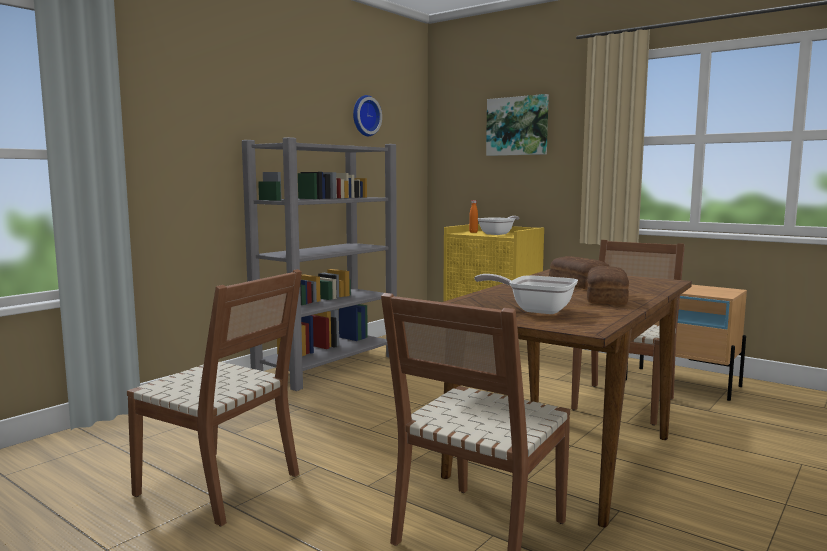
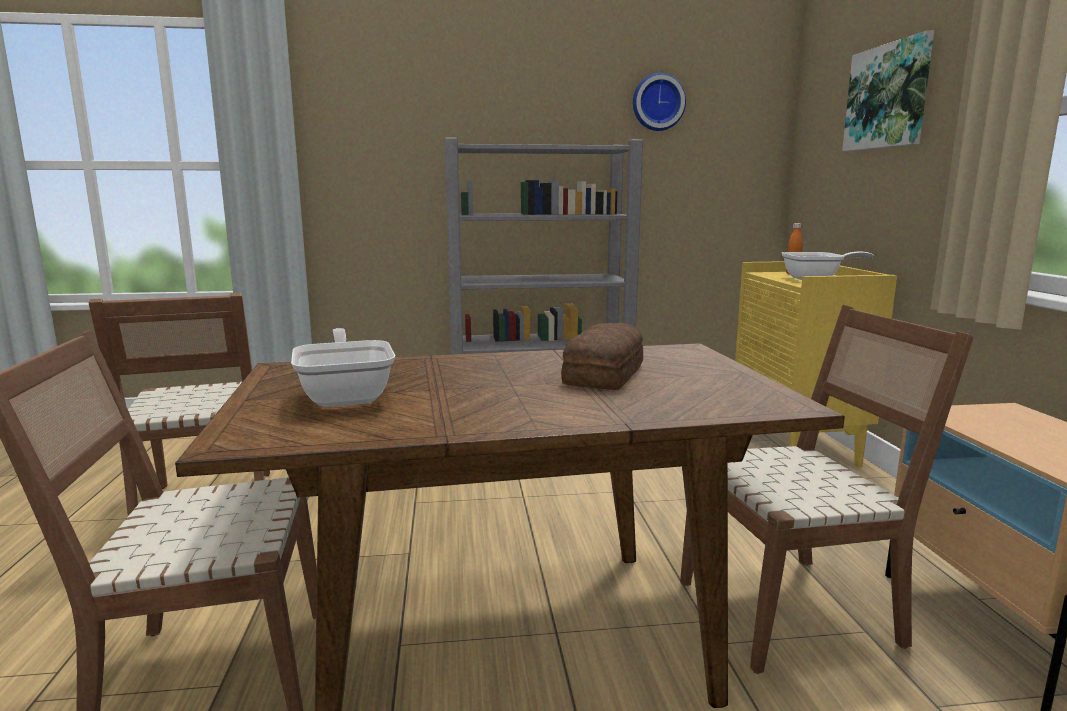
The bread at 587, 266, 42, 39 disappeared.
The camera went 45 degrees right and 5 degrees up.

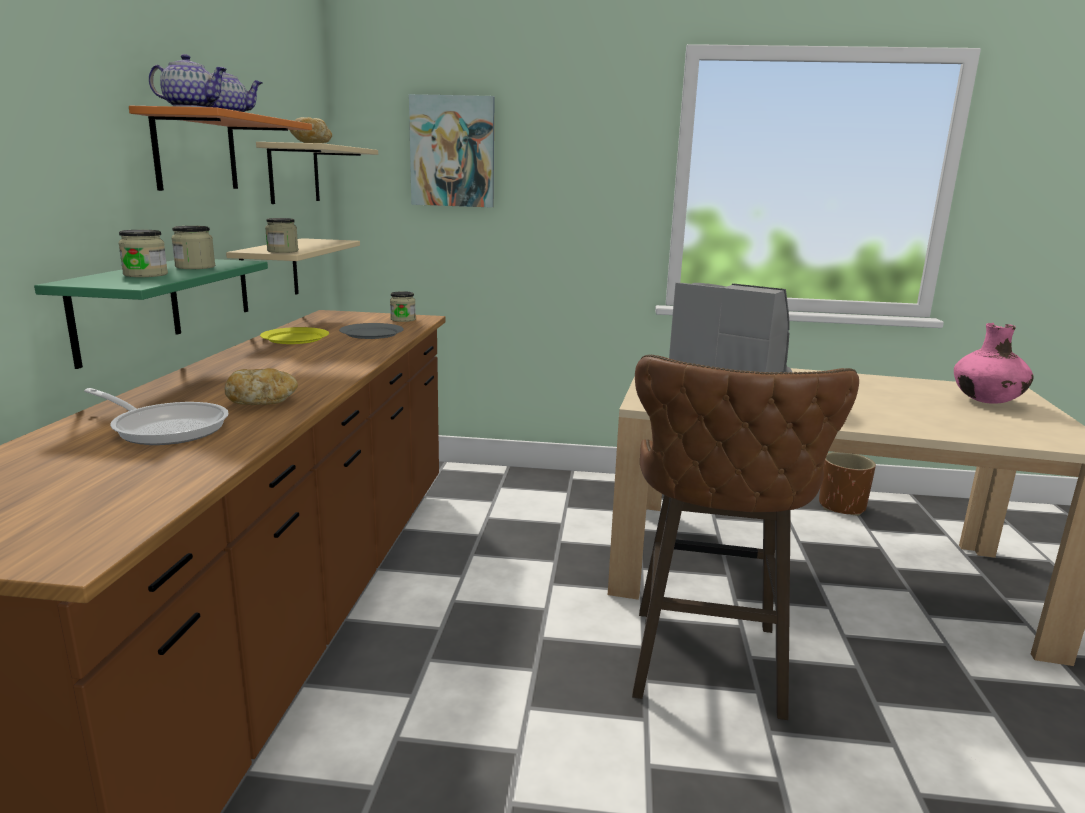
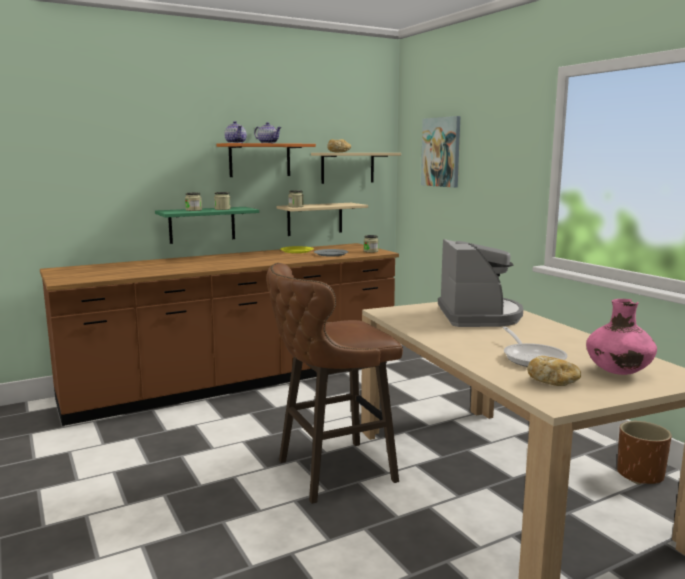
The frying pan moved from 84, 388, 145, 57 to 503, 327, 64, 40.
The bread moved from 225, 368, 73, 37 to 527, 356, 54, 30.
The camera went 55 degrees right and 5 degrees down.

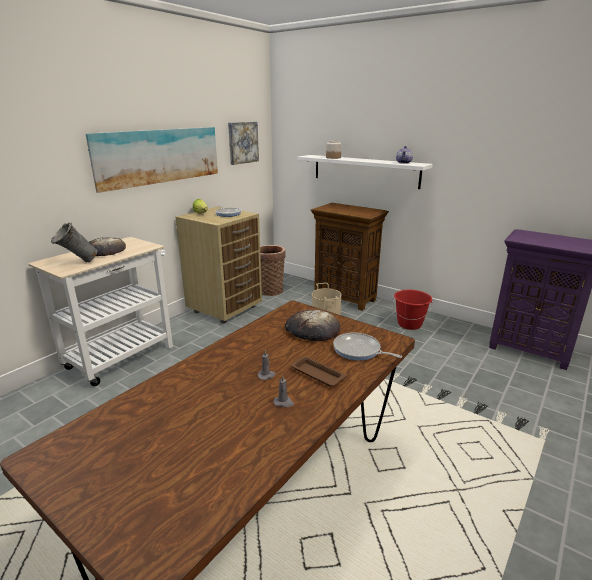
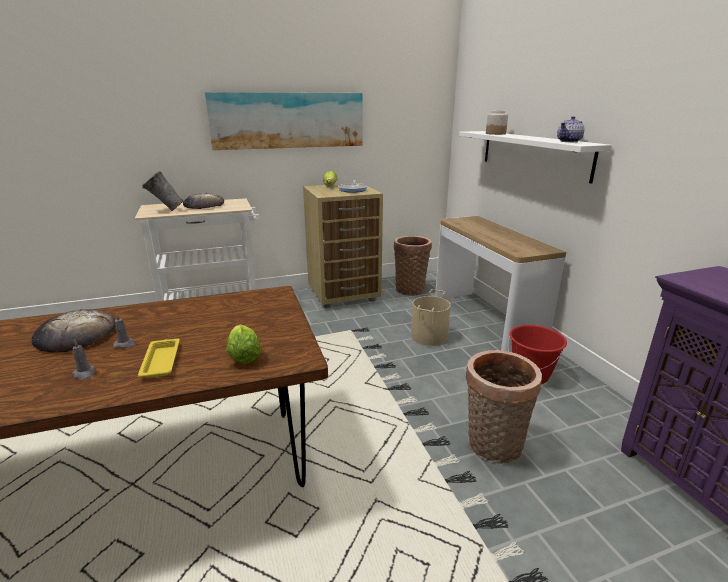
The bread moved from 285, 309, 55, 32 to 31, 309, 85, 44.
The brown tray at 291, 356, 56, 31 became the yellow tray at 138, 339, 42, 39.
The frying pan at 333, 333, 69, 28 was replaced by the lettuce at 226, 325, 35, 39.
The brown cabinet at 311, 203, 78, 108 was replaced by the console table at 435, 216, 131, 136.
The basket at 466, 350, 76, 114 appeared.
The picture at 228, 122, 31, 43 disappeared.
The camera went 35 degrees right and 0 degrees up.

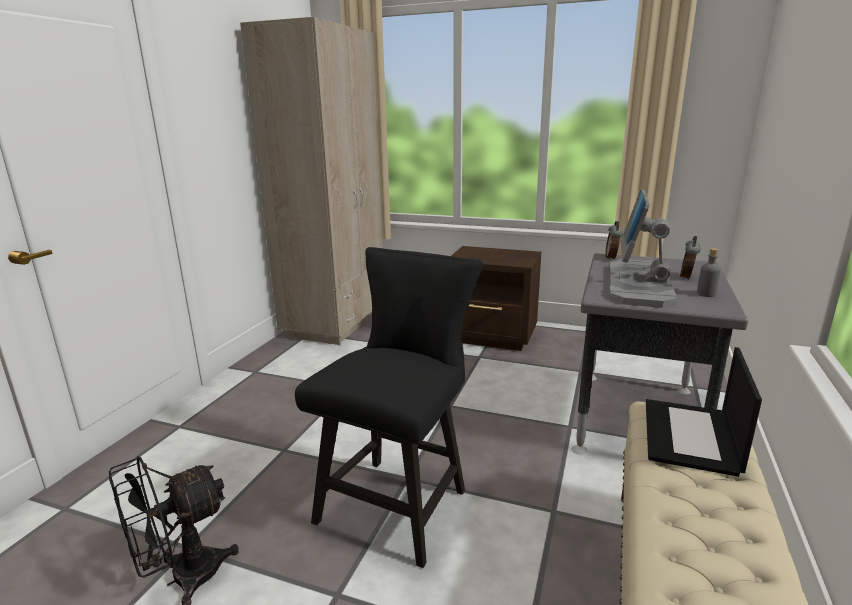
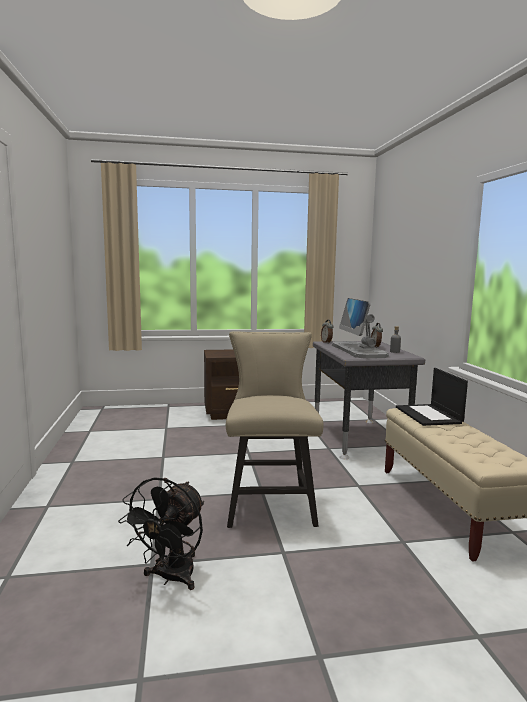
The black chair at 295, 247, 188, 321 became the beige chair at 226, 331, 98, 197.
The beige wardrobe at 240, 17, 143, 328 disappeared.
The camera went 30 degrees left and 10 degrees down.

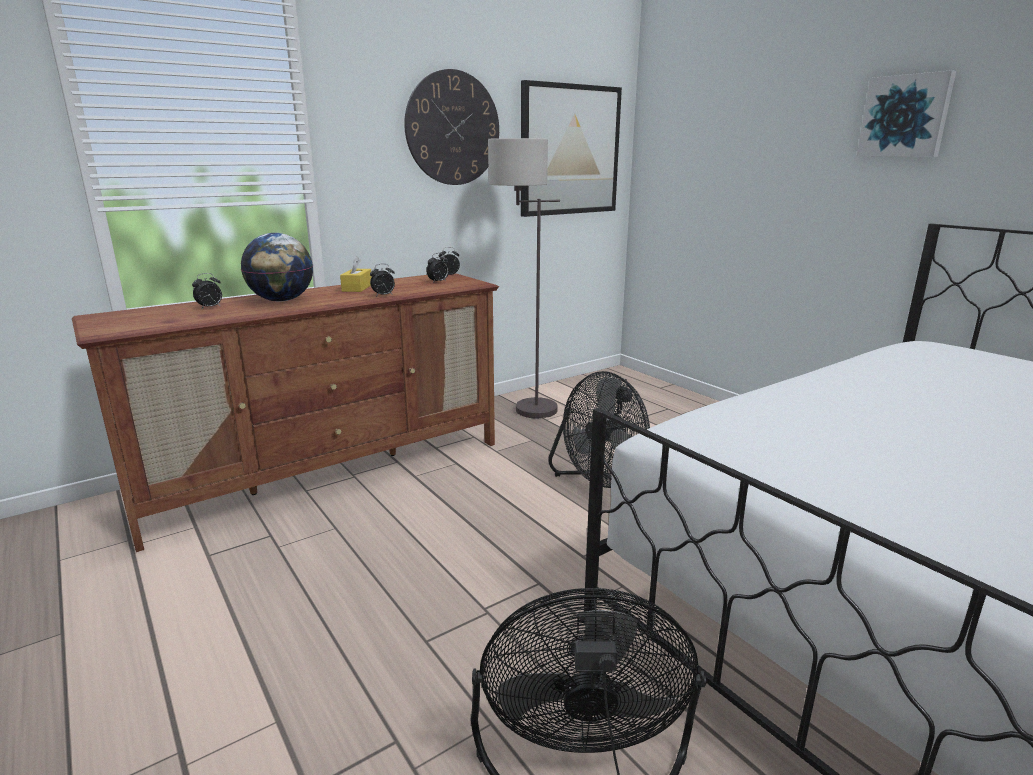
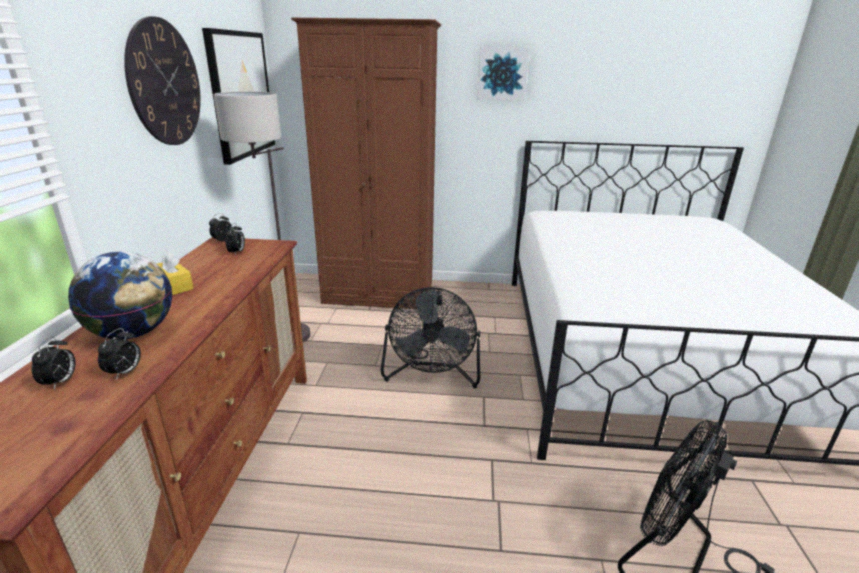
The alarm clock moved from 370, 264, 25, 33 to 98, 328, 43, 52.
The brown wardrobe at 291, 18, 150, 291 appeared.
The camera went 50 degrees left and 5 degrees up.

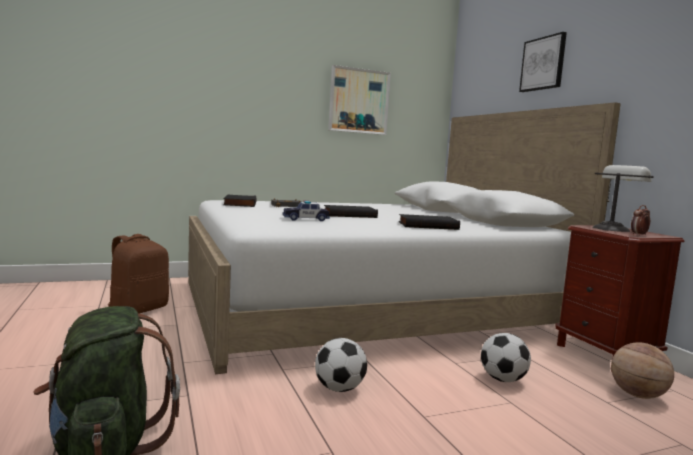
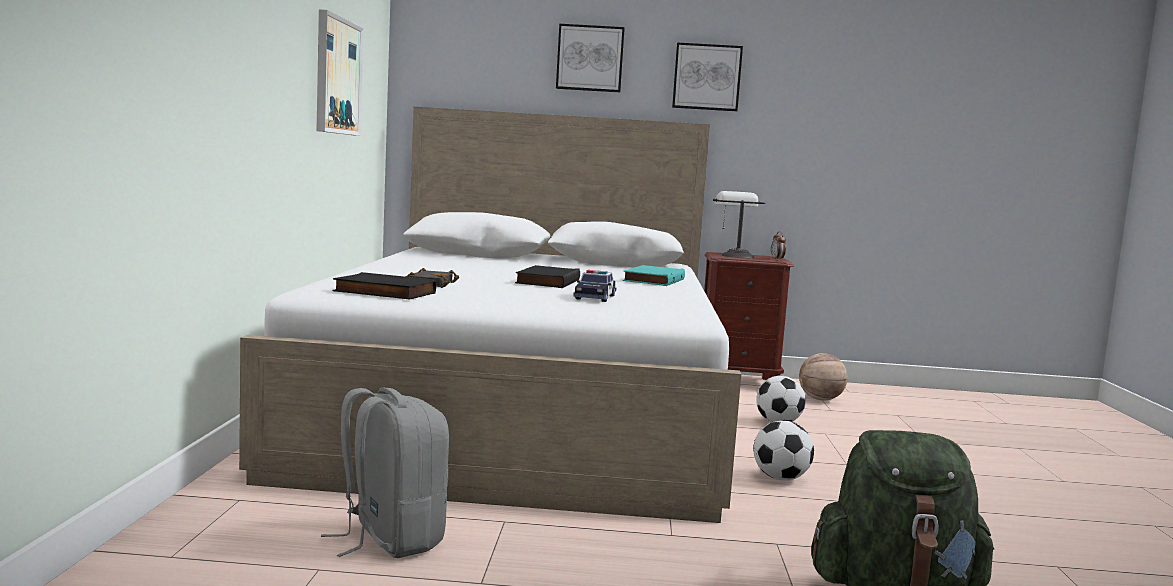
The brown backpack at 108, 234, 61, 80 became the grey backpack at 321, 387, 128, 171.
The black book at 399, 214, 61, 16 became the turquoise book at 623, 265, 62, 21.
The picture at 672, 42, 71, 69 appeared.
The camera went 65 degrees left and 0 degrees up.

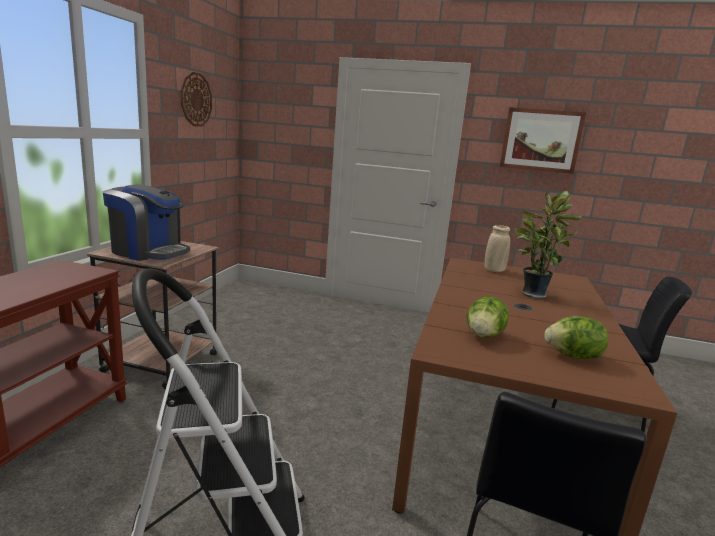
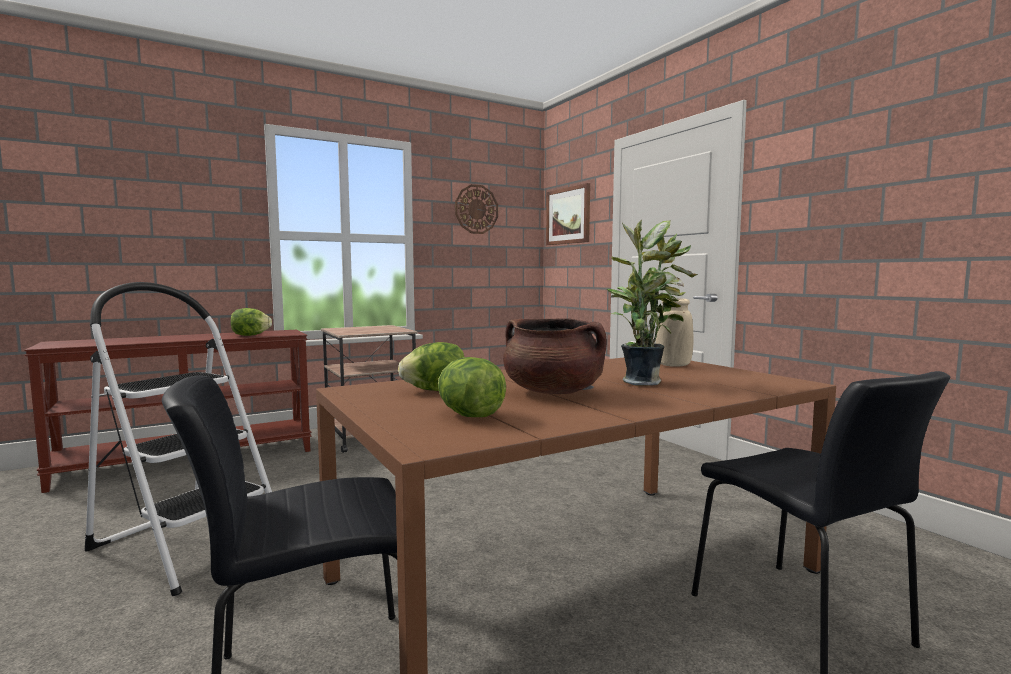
The lettuce at 230, 308, 42, 28 appeared.
The brown cooking pot at 503, 318, 104, 76 appeared.
The picture moved from 500, 107, 86, 67 to 546, 183, 44, 62.
The coffee machine at 103, 184, 87, 77 disappeared.
The camera went 45 degrees right and 10 degrees down.

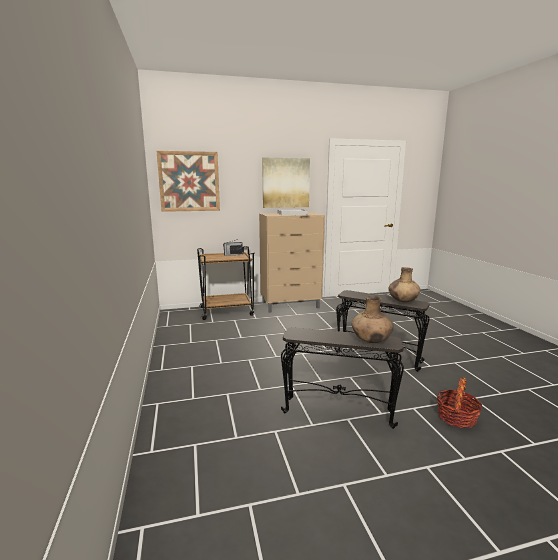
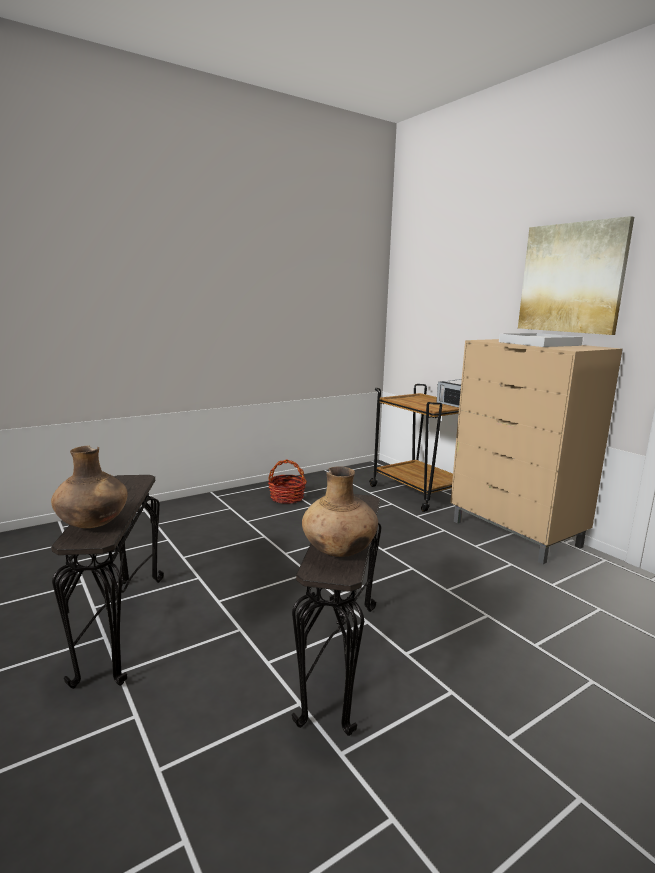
The basket moved from 437, 377, 45, 51 to 268, 459, 39, 45.
The picture at 157, 151, 63, 61 disappeared.
The camera went 70 degrees right and 0 degrees up.

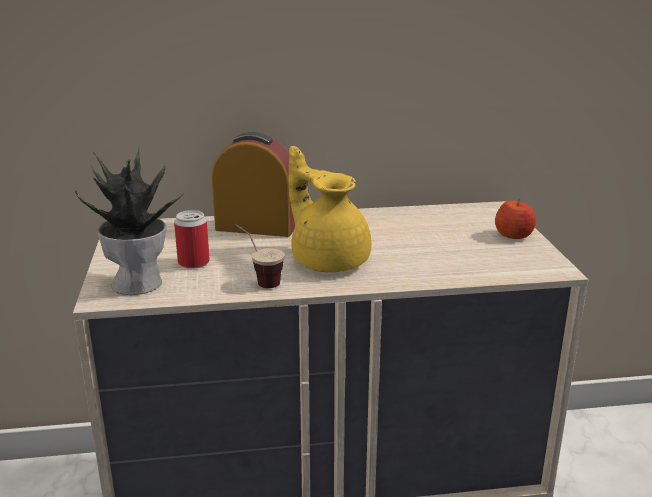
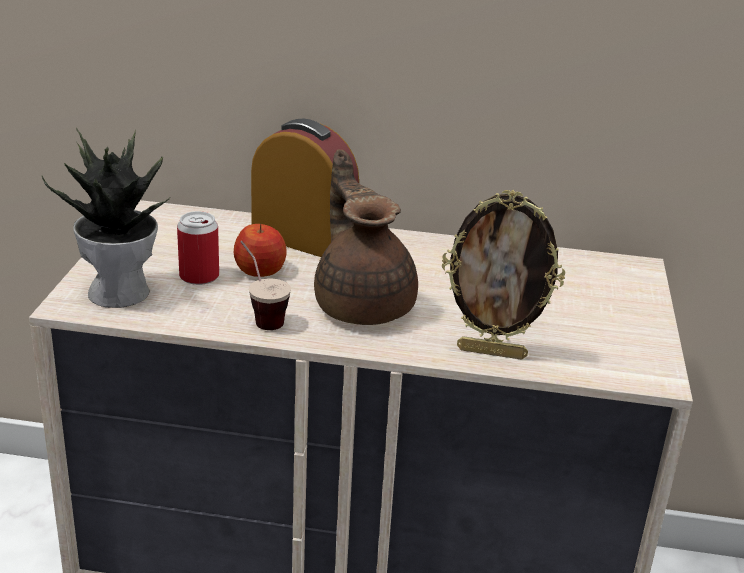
The apple moved from 495, 199, 41, 40 to 234, 224, 53, 53.
The yellow teapot at 289, 146, 82, 126 became the brown teapot at 314, 150, 104, 175.
The picture frame at 442, 190, 123, 170 appeared.
The camera went 15 degrees right and 5 degrees up.

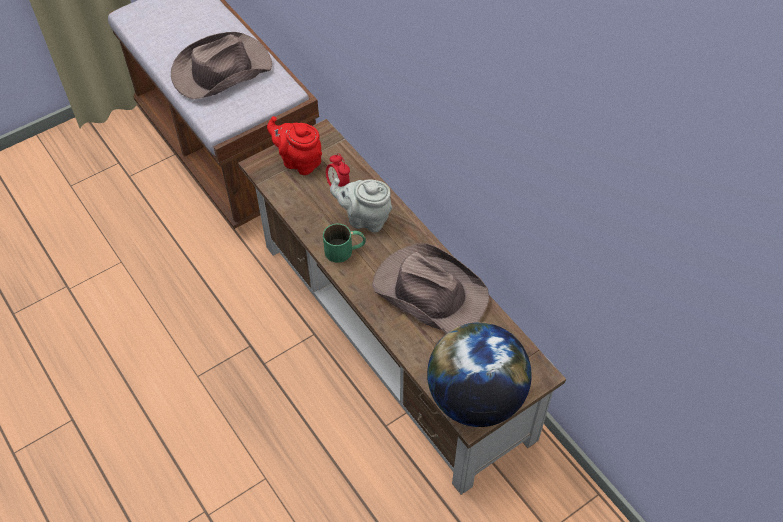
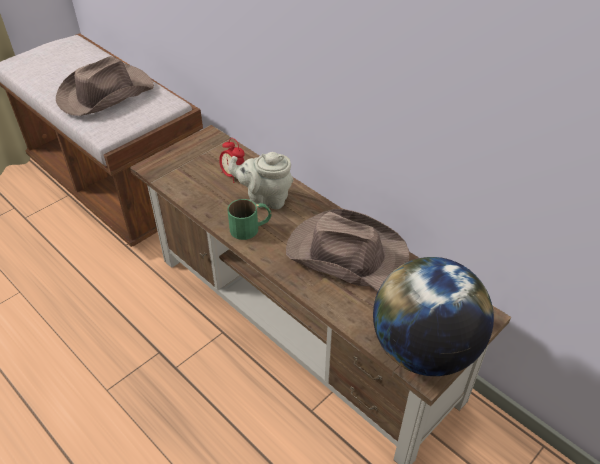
The red teapot at 267, 116, 55, 59 disappeared.
The camera went 10 degrees left and 10 degrees down.

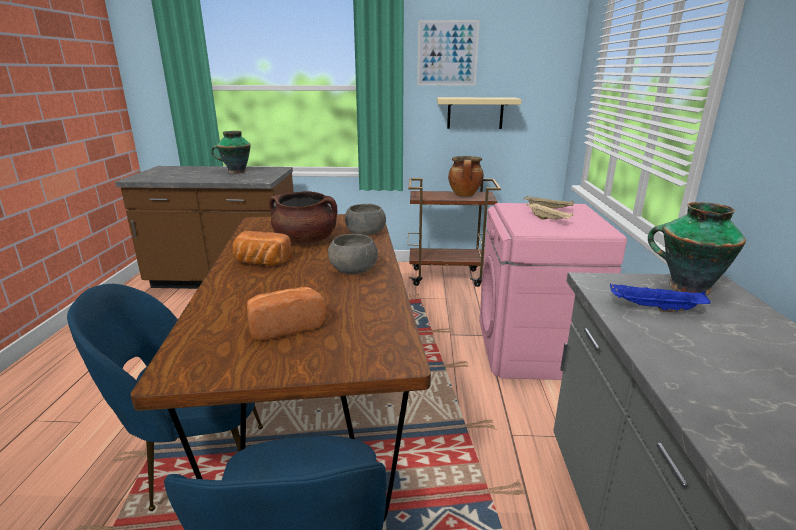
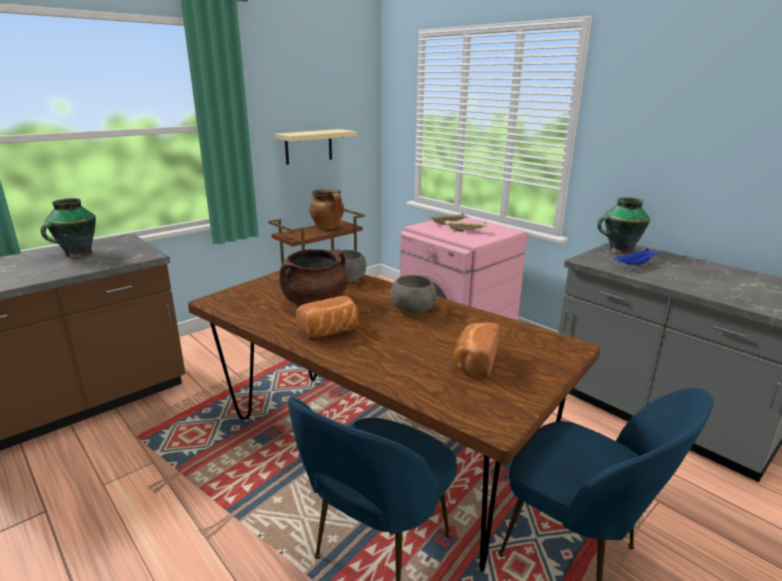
The picture at 417, 20, 62, 65 disappeared.
The camera went 45 degrees left and 0 degrees up.

